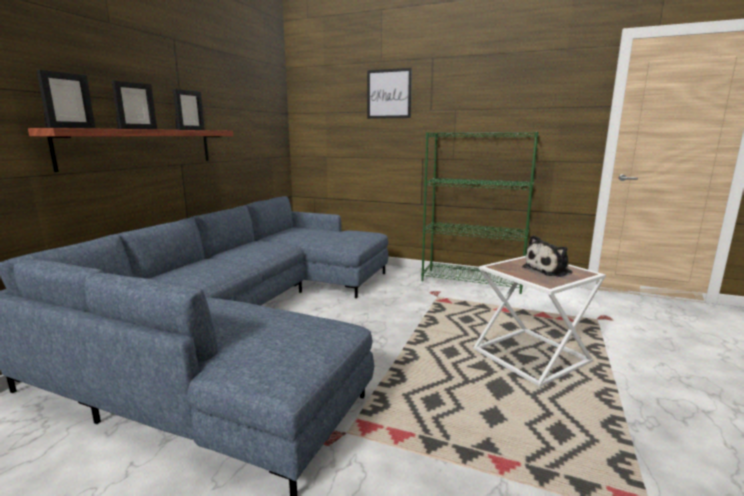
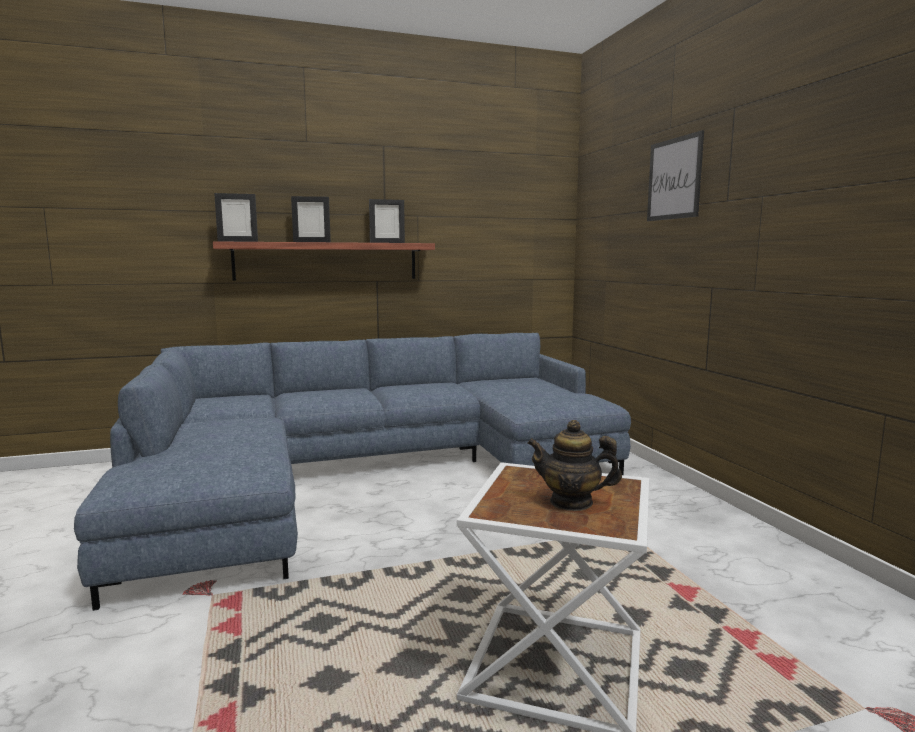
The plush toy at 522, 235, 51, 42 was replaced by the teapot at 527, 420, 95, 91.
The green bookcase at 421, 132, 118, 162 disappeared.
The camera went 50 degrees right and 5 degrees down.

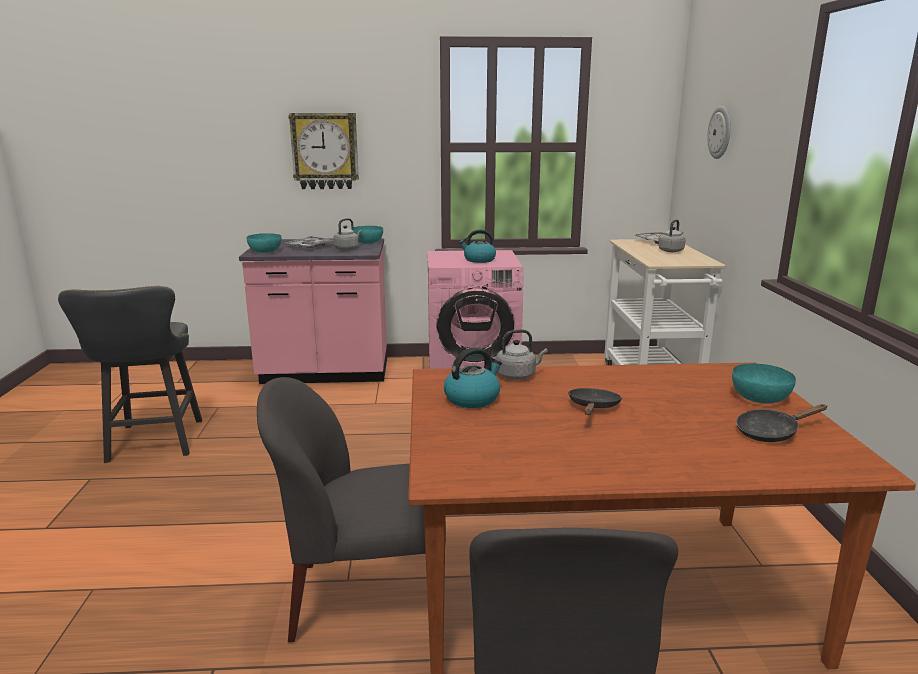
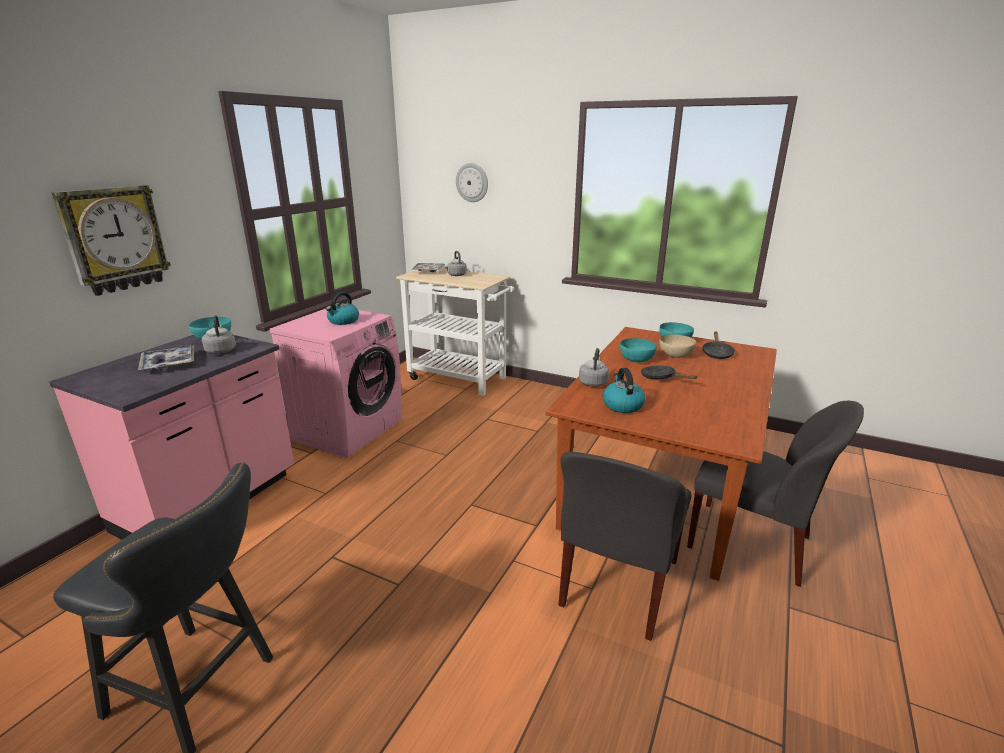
The turquoise bowl moved from 247, 233, 35, 20 to 620, 338, 37, 24.
The beige bowl at 659, 334, 37, 24 appeared.
The camera went 60 degrees left and 5 degrees up.

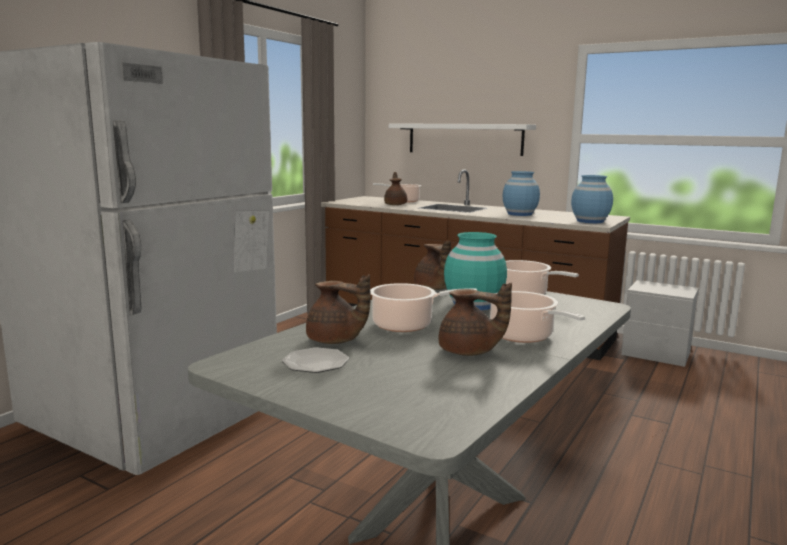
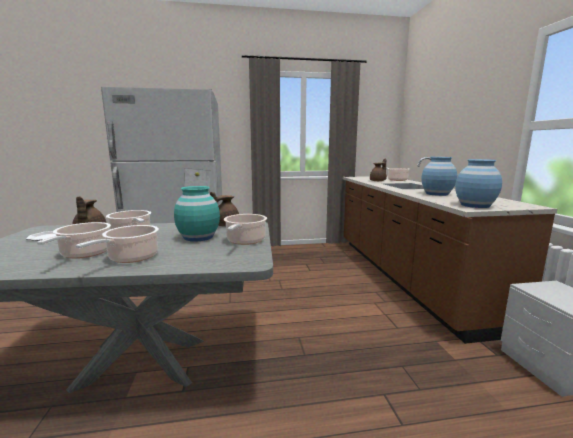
The brown teapot at 439, 283, 73, 73 was replaced by the cooking pot at 37, 222, 74, 37.
The white shelf at 389, 123, 147, 33 disappeared.
The camera went 50 degrees right and 0 degrees up.

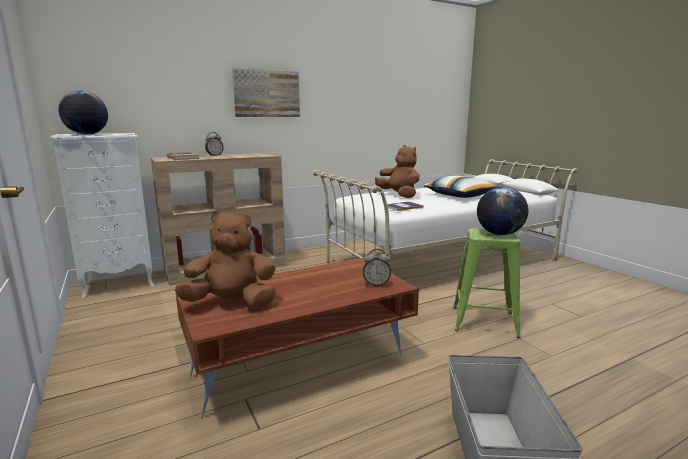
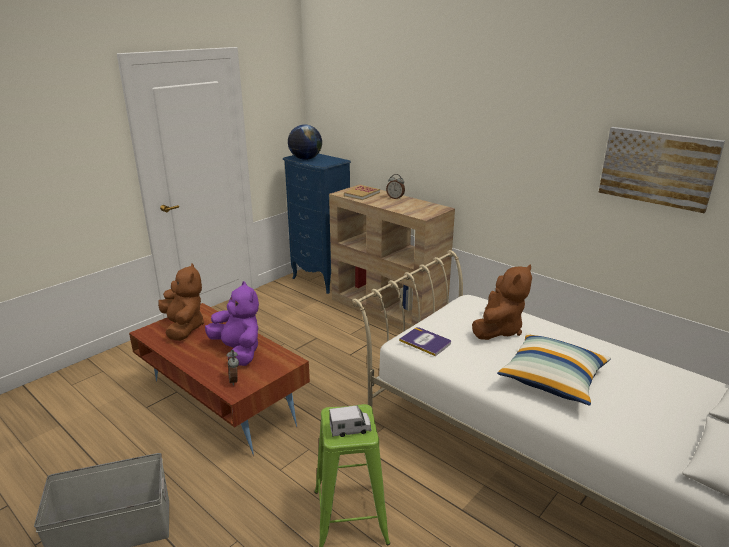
The purple plush toy at 205, 281, 54, 85 appeared.
The white dresser at 50, 133, 104, 165 became the blue dresser at 283, 153, 68, 141.
The globe at 477, 187, 51, 48 was replaced by the toy truck at 329, 405, 43, 32.
The picture moved from 232, 68, 68, 49 to 598, 127, 127, 86.
The camera went 70 degrees right and 10 degrees up.

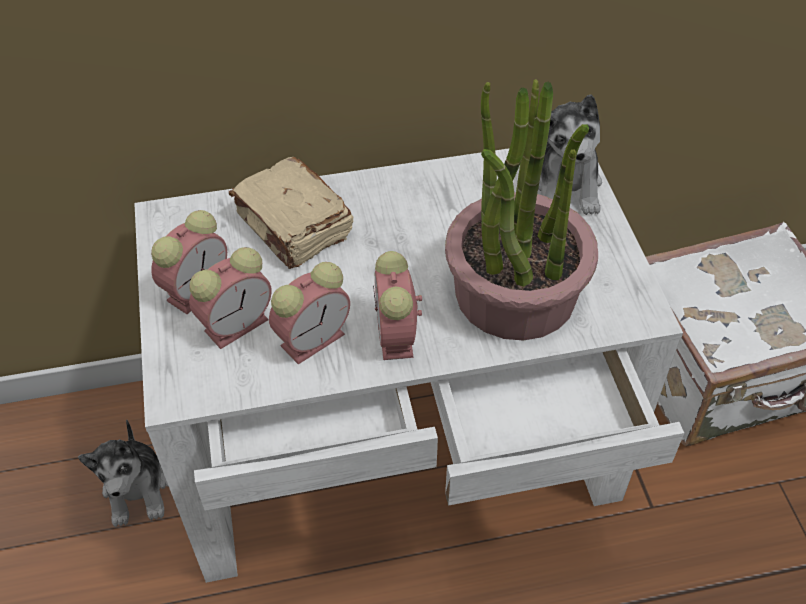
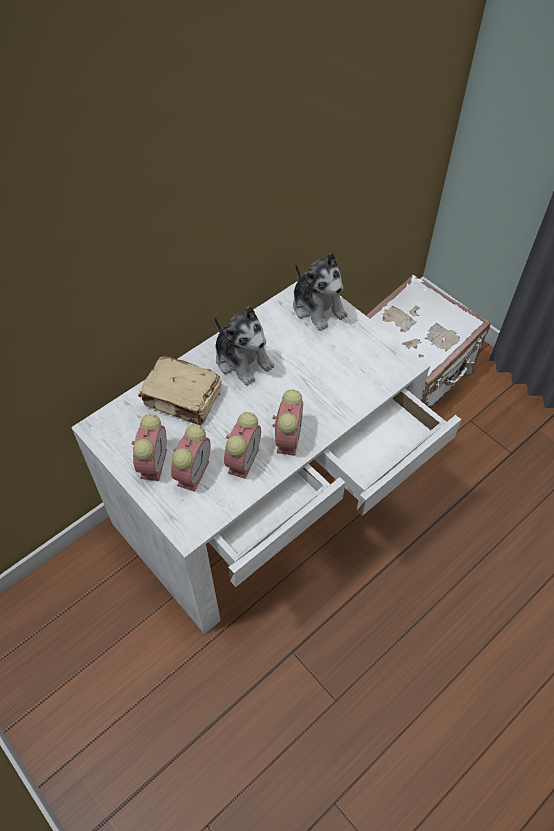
The plush toy moved from 78, 419, 91, 108 to 214, 306, 60, 80.
The alarm clock at 373, 251, 49, 109 turned 135 degrees counterclockwise.
The potted plant at 445, 79, 153, 262 disappeared.
The camera went 30 degrees left and 5 degrees up.

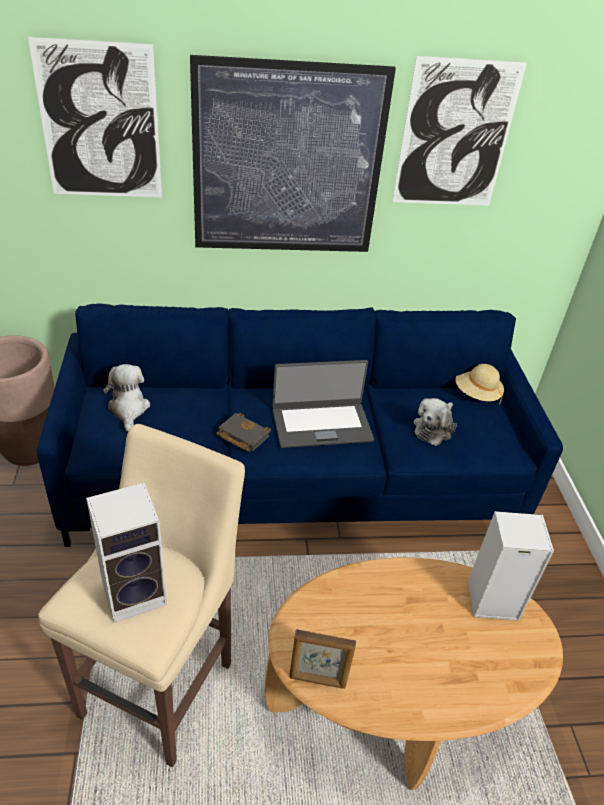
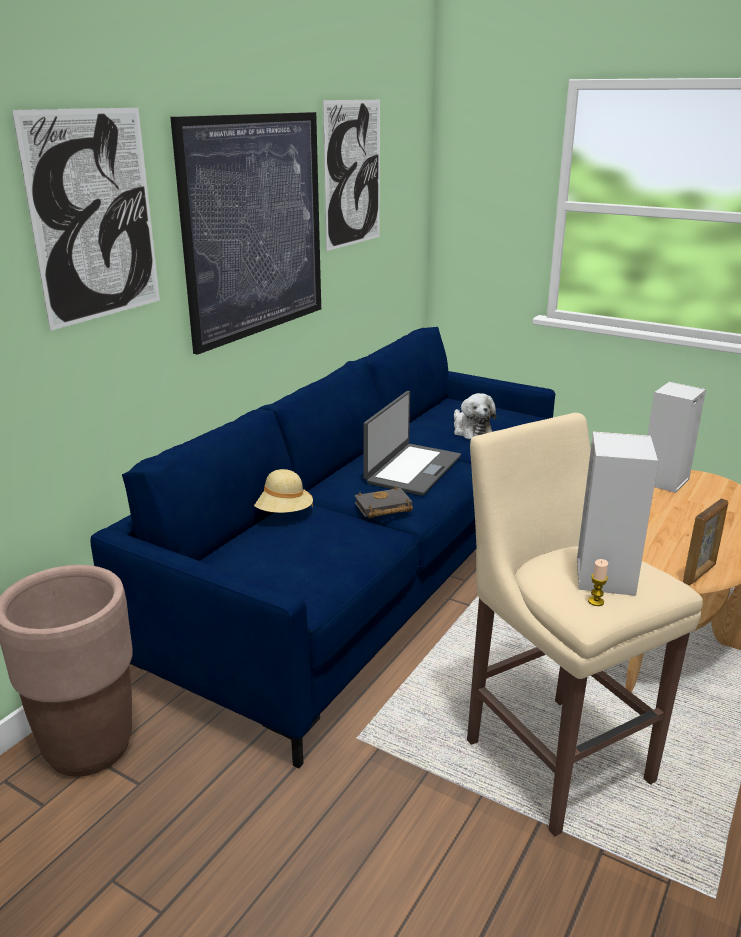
The beige hat moved from 455, 364, 49, 40 to 254, 469, 59, 44.
The candle at 588, 559, 20, 47 appeared.
The plush toy at 103, 364, 47, 68 disappeared.
The camera went 50 degrees left and 15 degrees down.

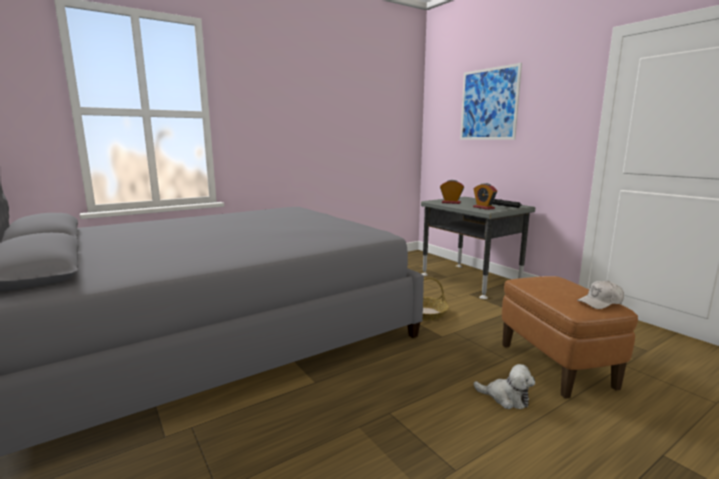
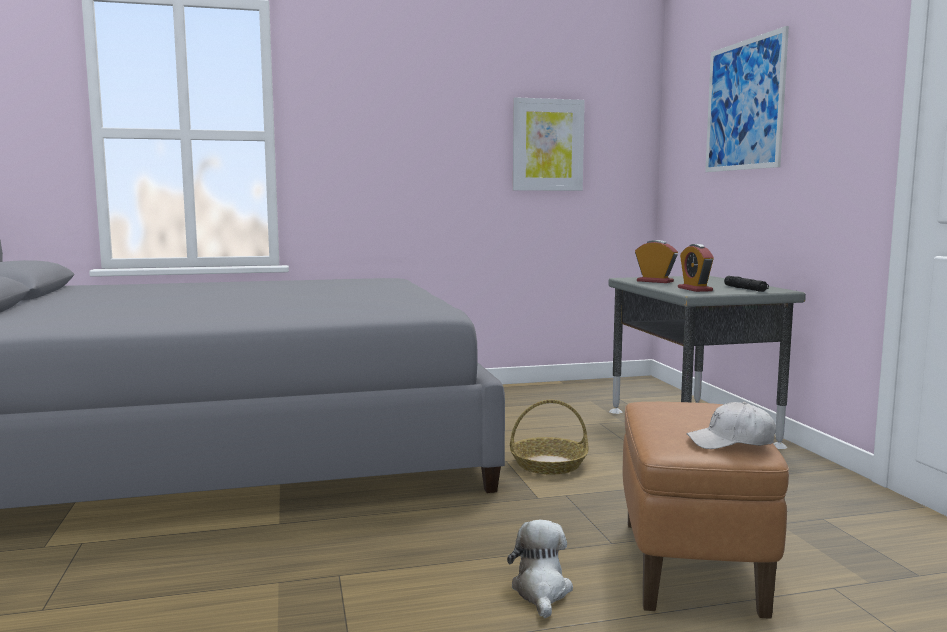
The plush toy at 473, 364, 62, 45 turned 135 degrees counterclockwise.
The picture at 513, 97, 72, 94 appeared.
The camera went 20 degrees right and 5 degrees down.

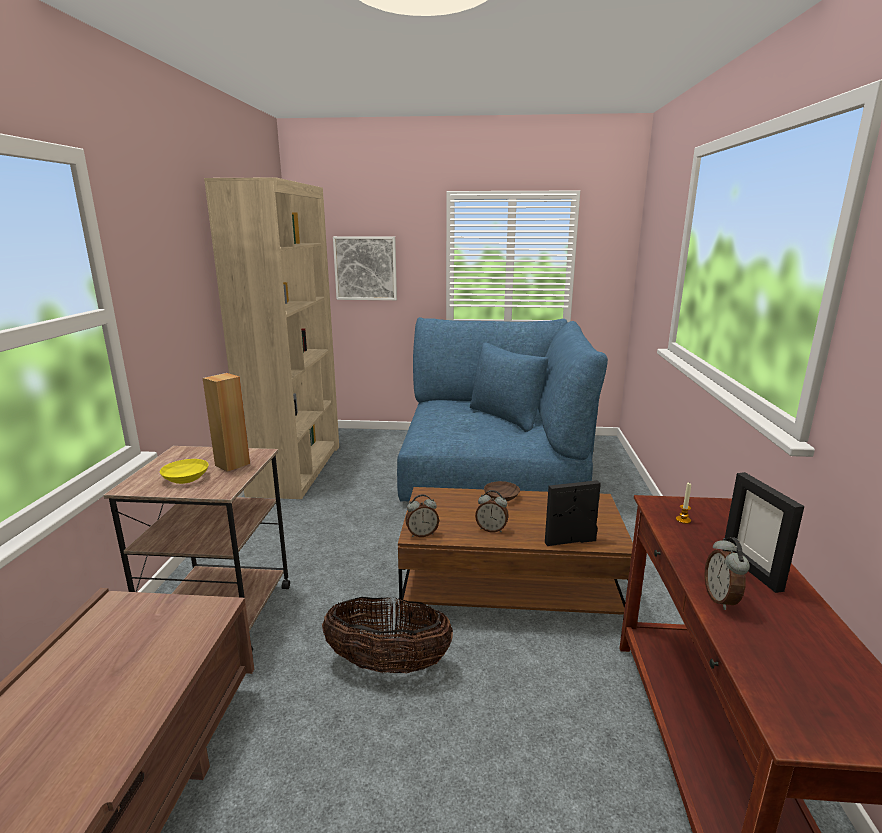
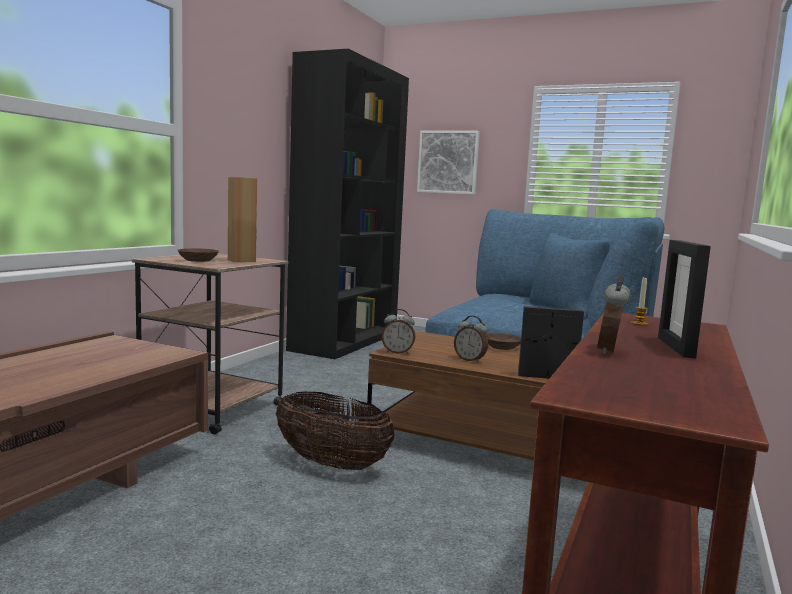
The yellow bowl at 160, 459, 49, 25 became the brown bowl at 178, 248, 41, 14.
The beige bookcase at 204, 177, 135, 322 became the black bookcase at 286, 49, 123, 310.
The camera went 20 degrees right and 10 degrees down.

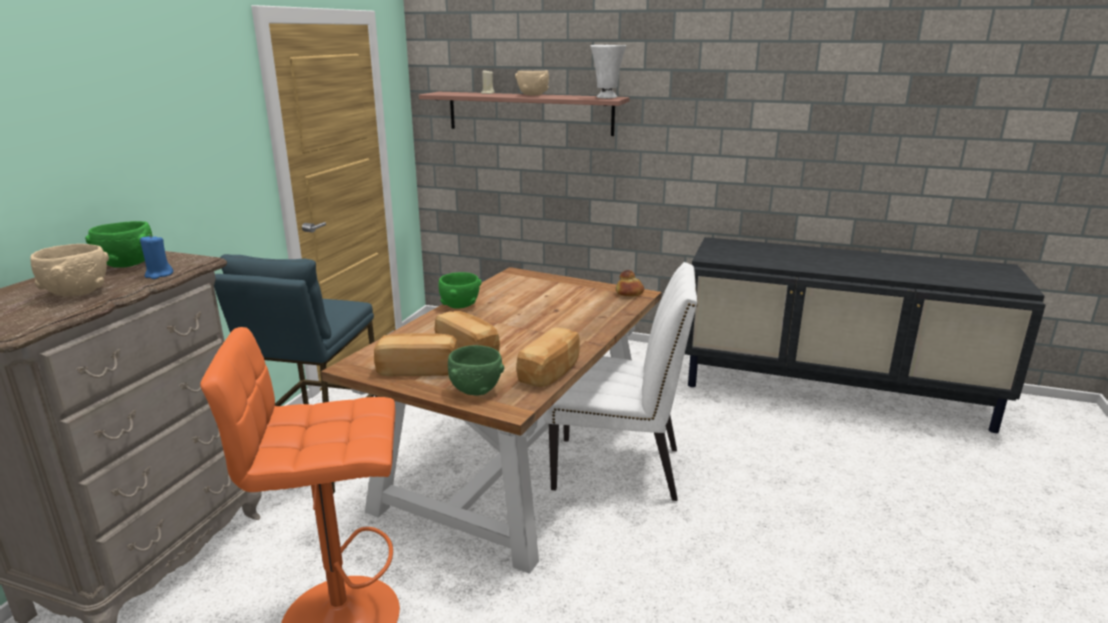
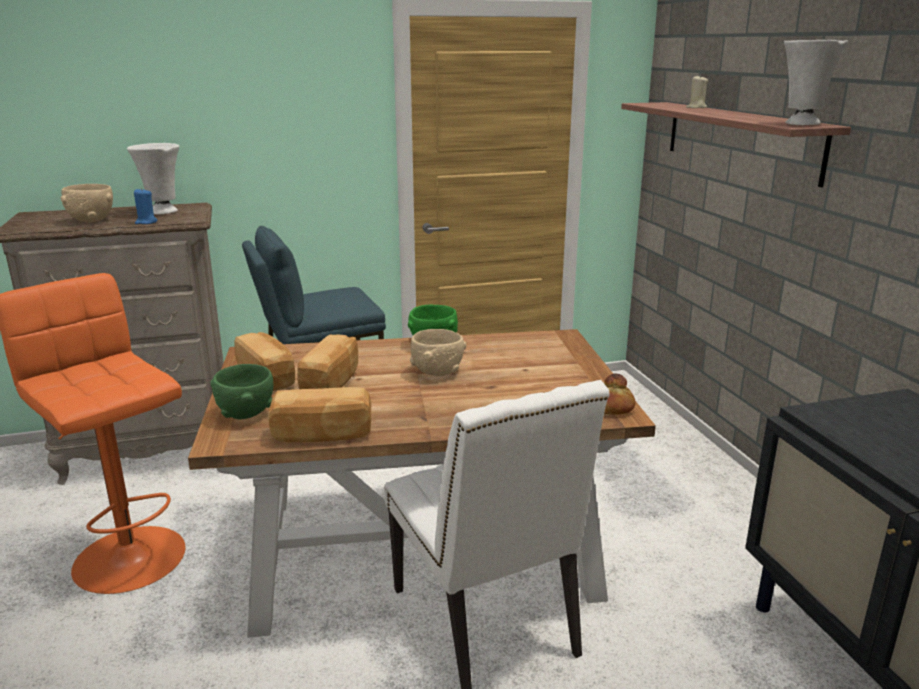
The green bowl at 85, 221, 68, 47 was replaced by the white vase at 127, 143, 52, 71.
The beige bowl moved from 515, 70, 34, 26 to 410, 329, 56, 47.
The camera went 55 degrees right and 0 degrees up.

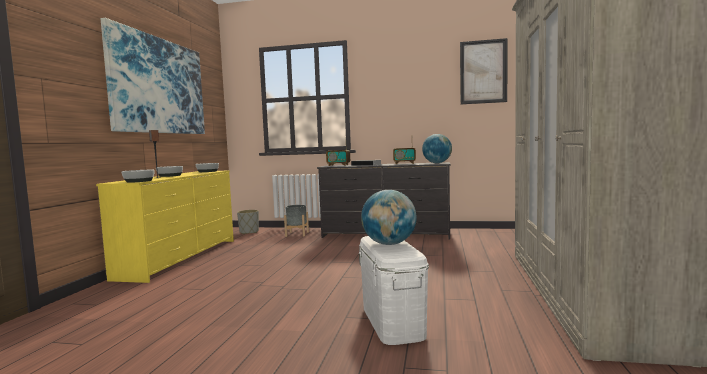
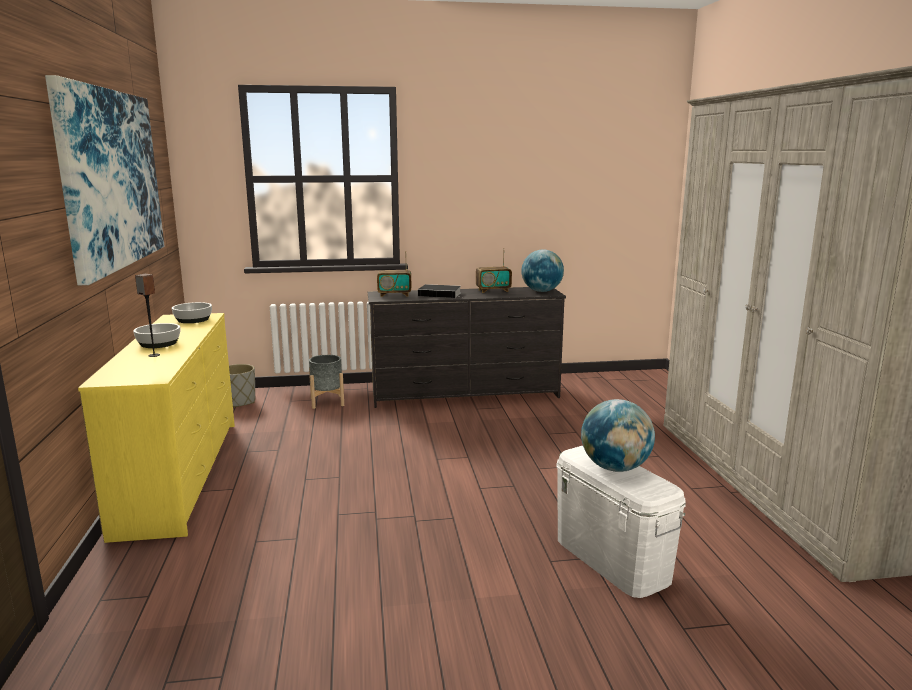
The bowl at 122, 170, 32, 13 disappeared.
The picture at 460, 38, 47, 66 disappeared.
The camera went 20 degrees left and 10 degrees up.

